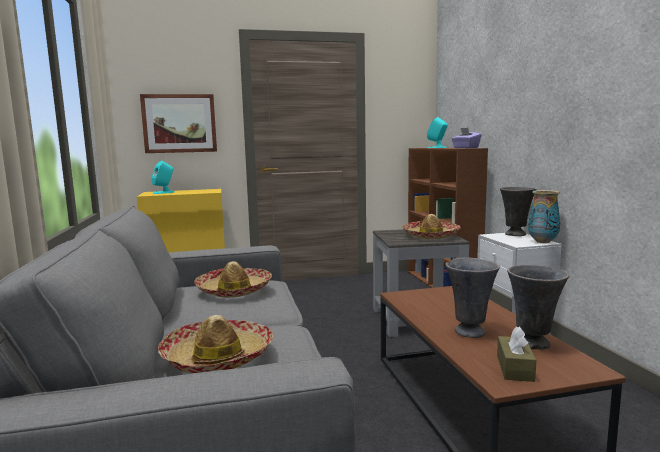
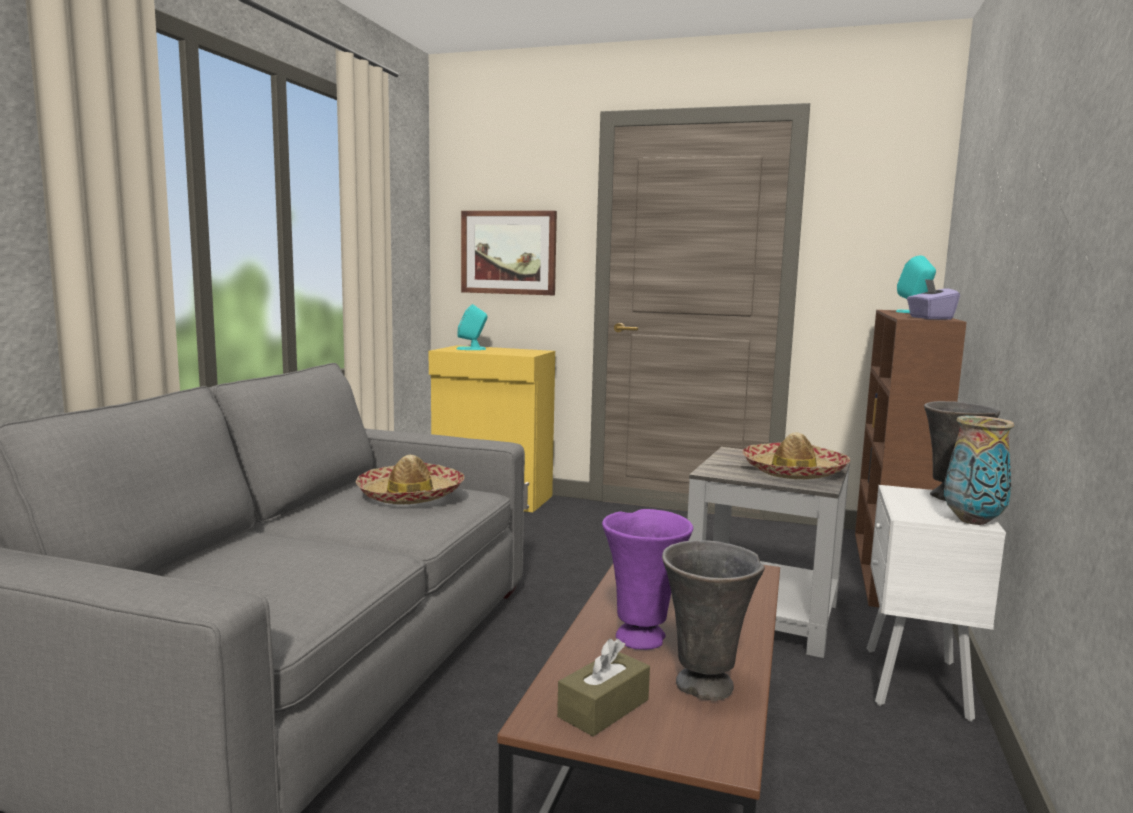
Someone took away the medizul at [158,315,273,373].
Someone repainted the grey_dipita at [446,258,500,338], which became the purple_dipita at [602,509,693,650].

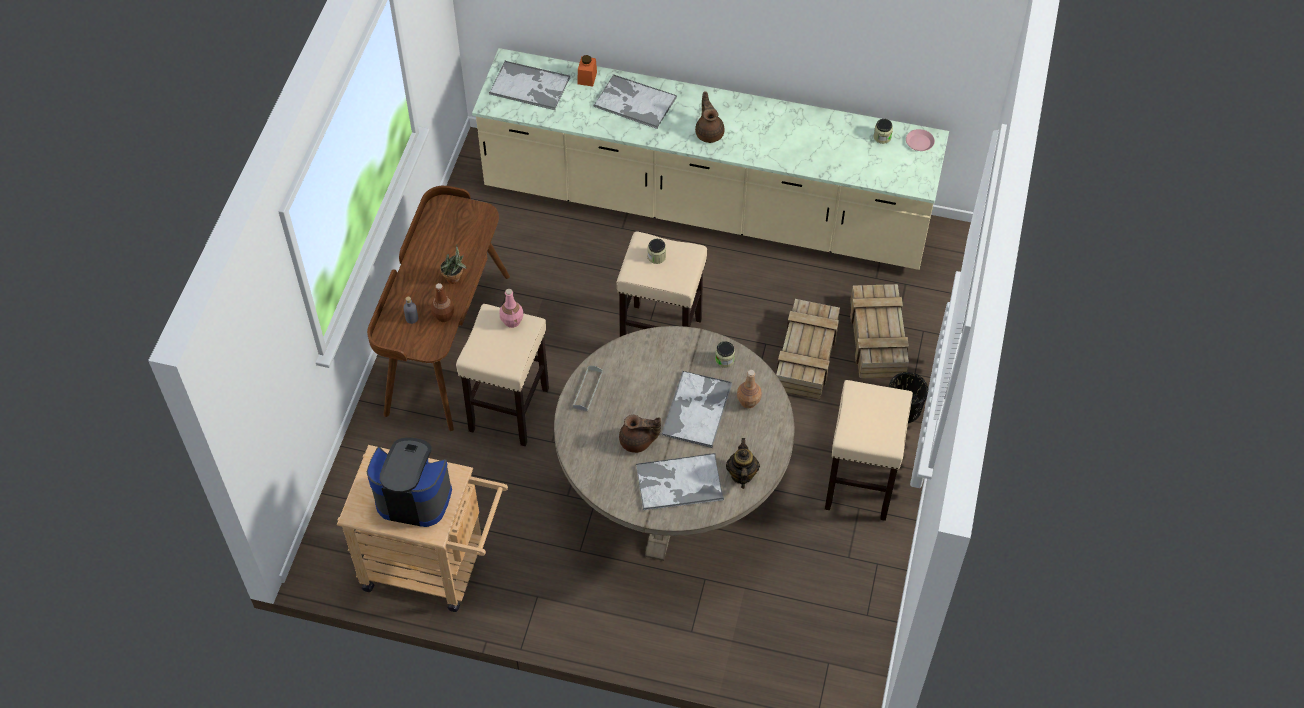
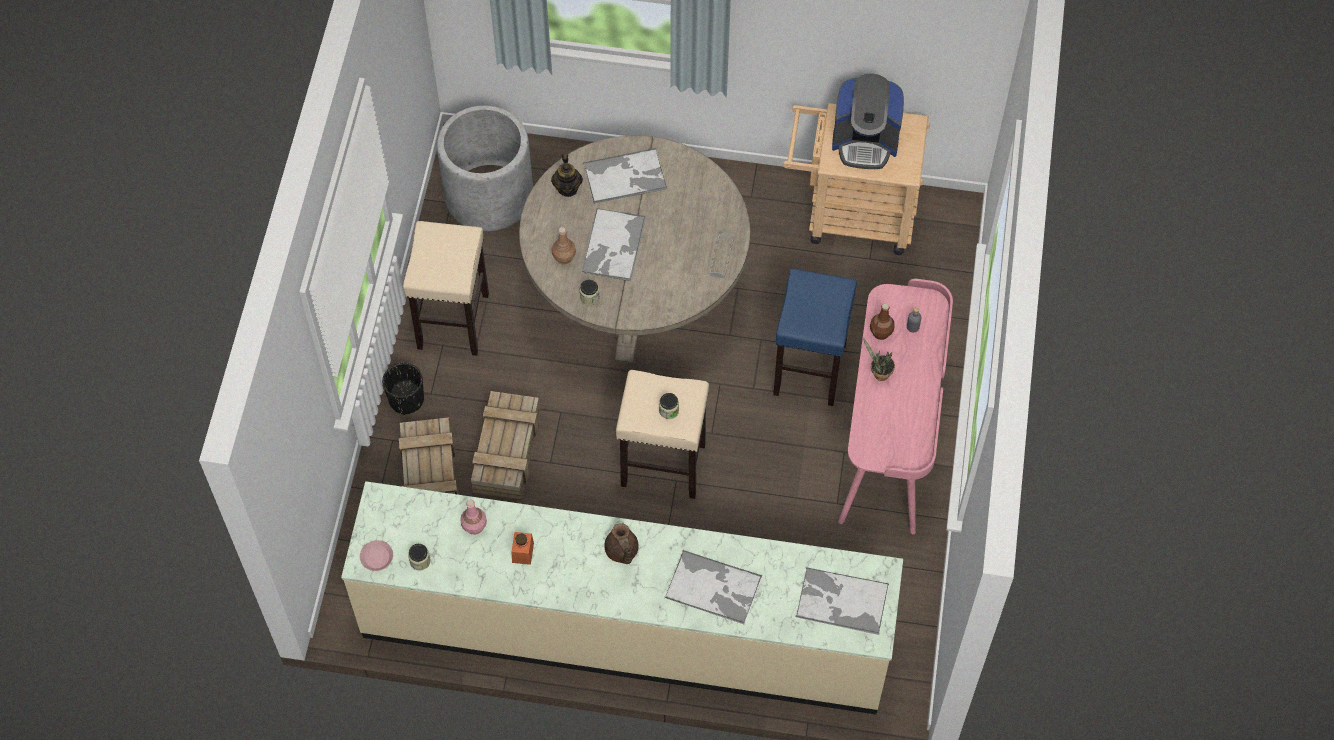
Someone repainted the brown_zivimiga at [367,186,510,431], which became the pink_zivimiga at [838,279,953,535].
Someone repainted the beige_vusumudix at [456,304,549,446], which became the blue_vusumudix at [773,268,857,406].
Someone carried the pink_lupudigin from [499,289,523,328] to [461,500,487,535].
Someone carried the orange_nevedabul from [578,55,597,87] to [512,532,534,565].
Someone took away the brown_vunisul at [619,415,661,453].
Someone put down the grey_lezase at [437,106,533,231].

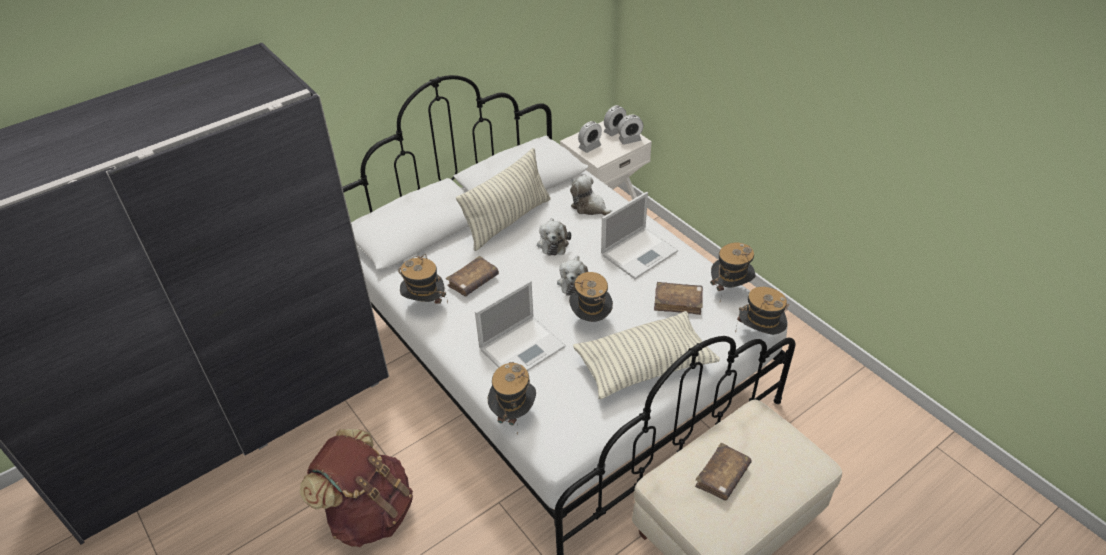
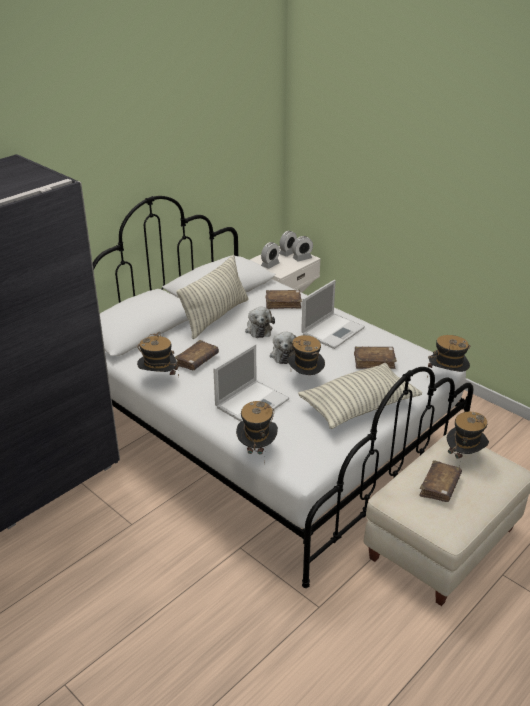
Someone took away the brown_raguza at [300,429,413,548].
Someone swapped the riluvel at [570,175,613,215] for the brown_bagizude at [266,290,302,309].
Someone carried the medizul from [710,243,756,301] to [447,412,489,468].

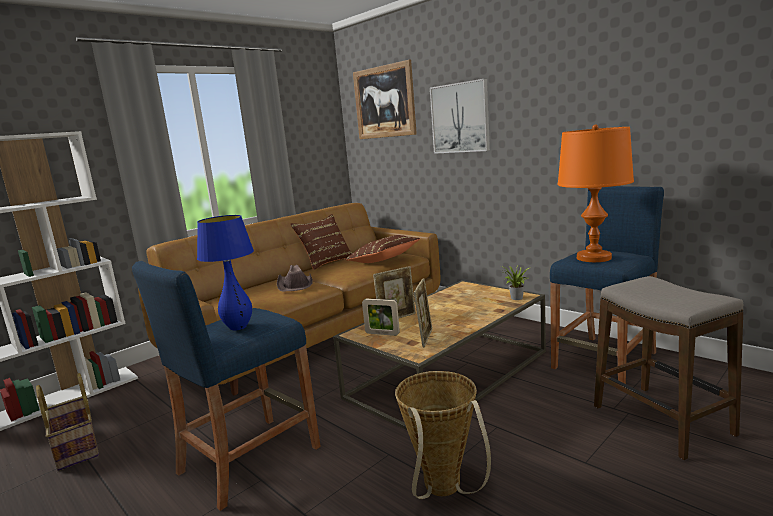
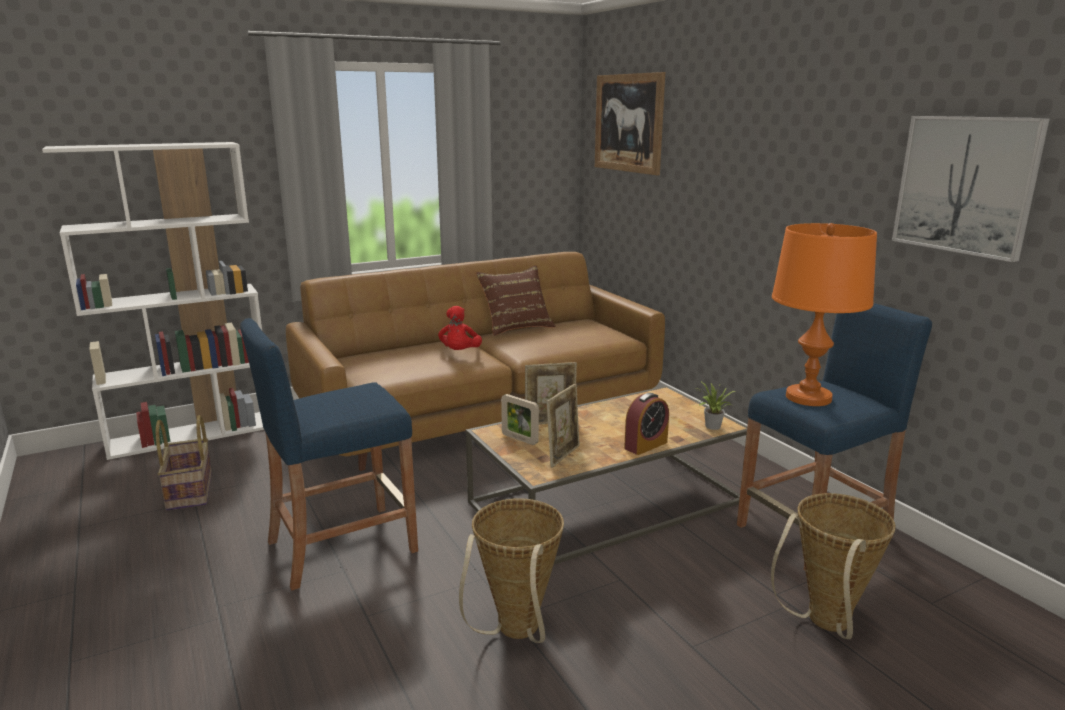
Someone took away the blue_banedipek at [197,215,254,331].
Someone swapped the brown_medizul at [277,265,313,291] for the red_riluvel at [438,306,482,350].
Someone took away the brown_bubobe at [345,235,420,263].
Someone carried the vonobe from [430,79,490,154] to [892,116,1050,262].
Someone swapped the vusumudix at [594,276,743,460] for the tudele at [771,493,896,639].
Someone put down the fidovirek at [624,393,669,455].

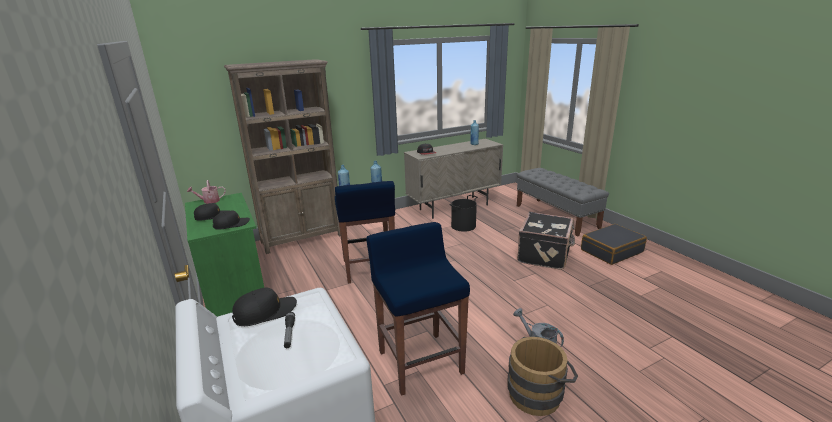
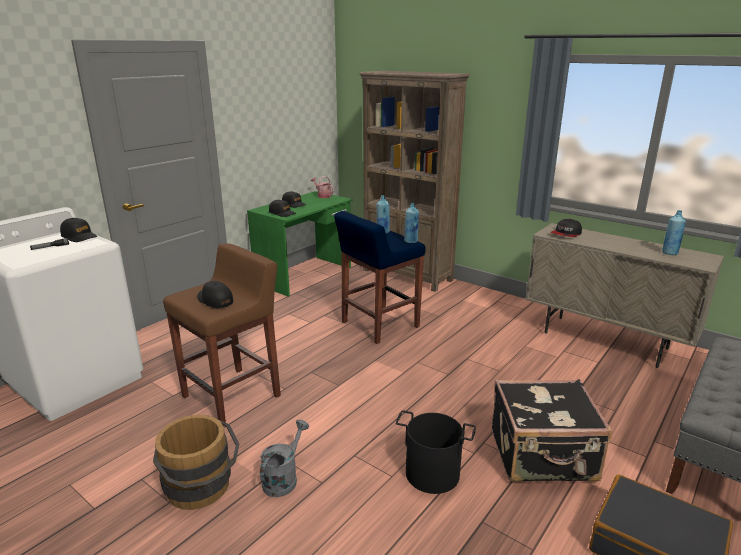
Someone repainted the blue_vusumudix at [366,222,470,396], which became the brown_vusumudix at [163,243,281,426].
Someone carried the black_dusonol from [450,195,478,232] to [396,410,476,494].
Someone put down the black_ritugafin at [197,281,234,308].

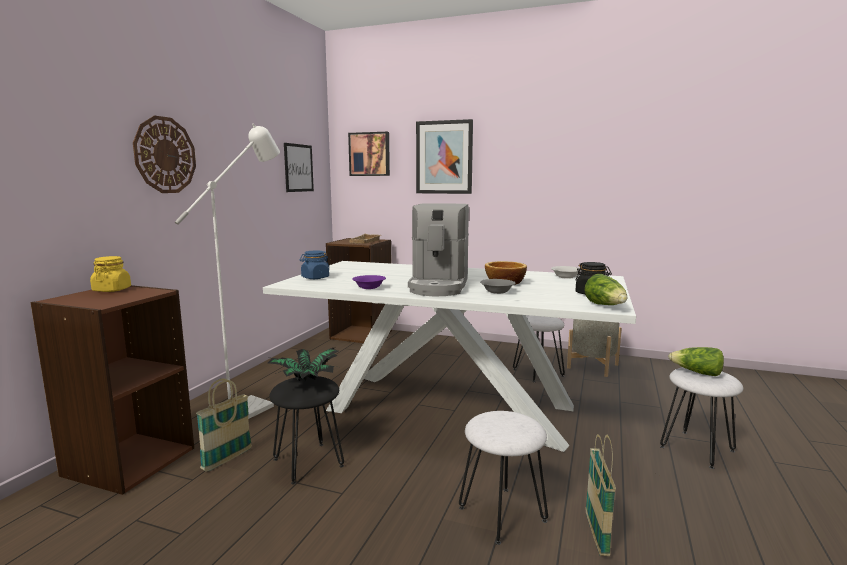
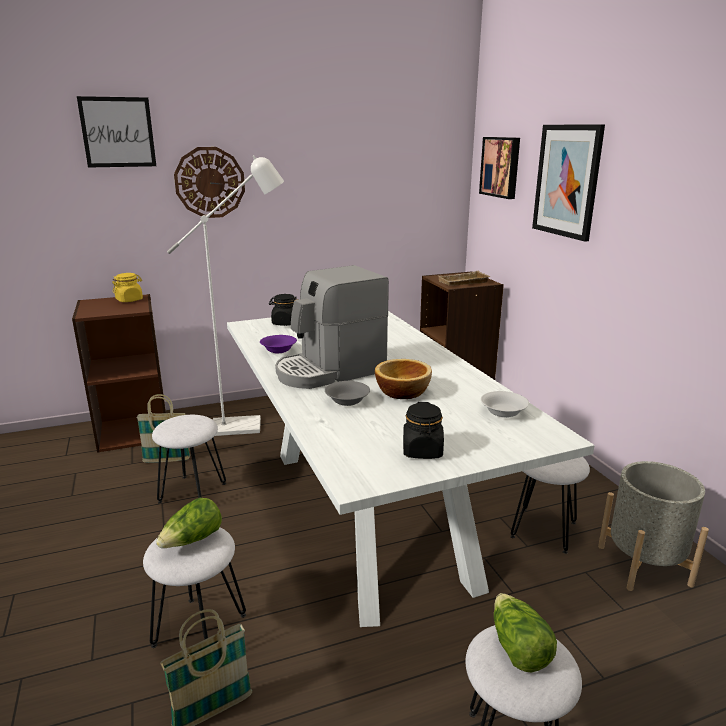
Someone took away the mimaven at [268,348,339,381].
Someone repainted the black_vusumudix at [269,376,344,485], which became the white_vusumudix at [152,415,226,503].
Someone carried the vonobe from [284,143,314,192] to [77,96,156,168].
Someone repainted the blue_nevedabul at [300,250,329,279], which became the black_nevedabul at [269,294,298,326].
Someone carried the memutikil from [584,274,627,305] to [156,498,222,548].

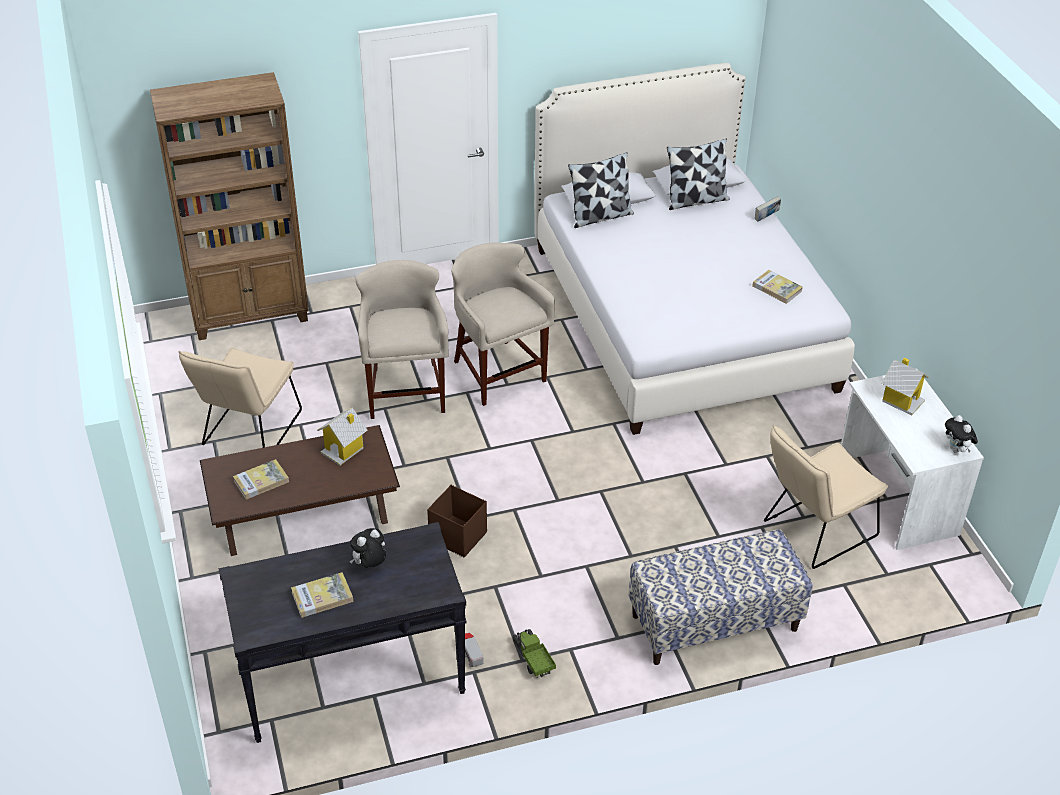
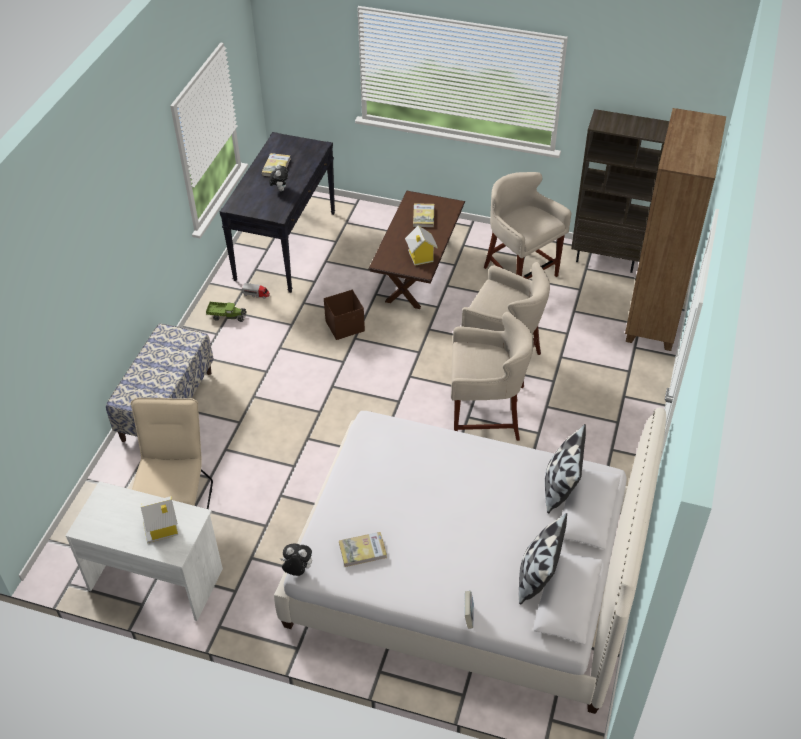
Someone swapped the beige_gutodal at [178,348,302,448] for the beige_vusumudix at [484,172,571,279].
Someone carried the riluvel from [945,415,978,453] to [280,544,312,576].
Someone put down the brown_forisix at [571,109,670,273].

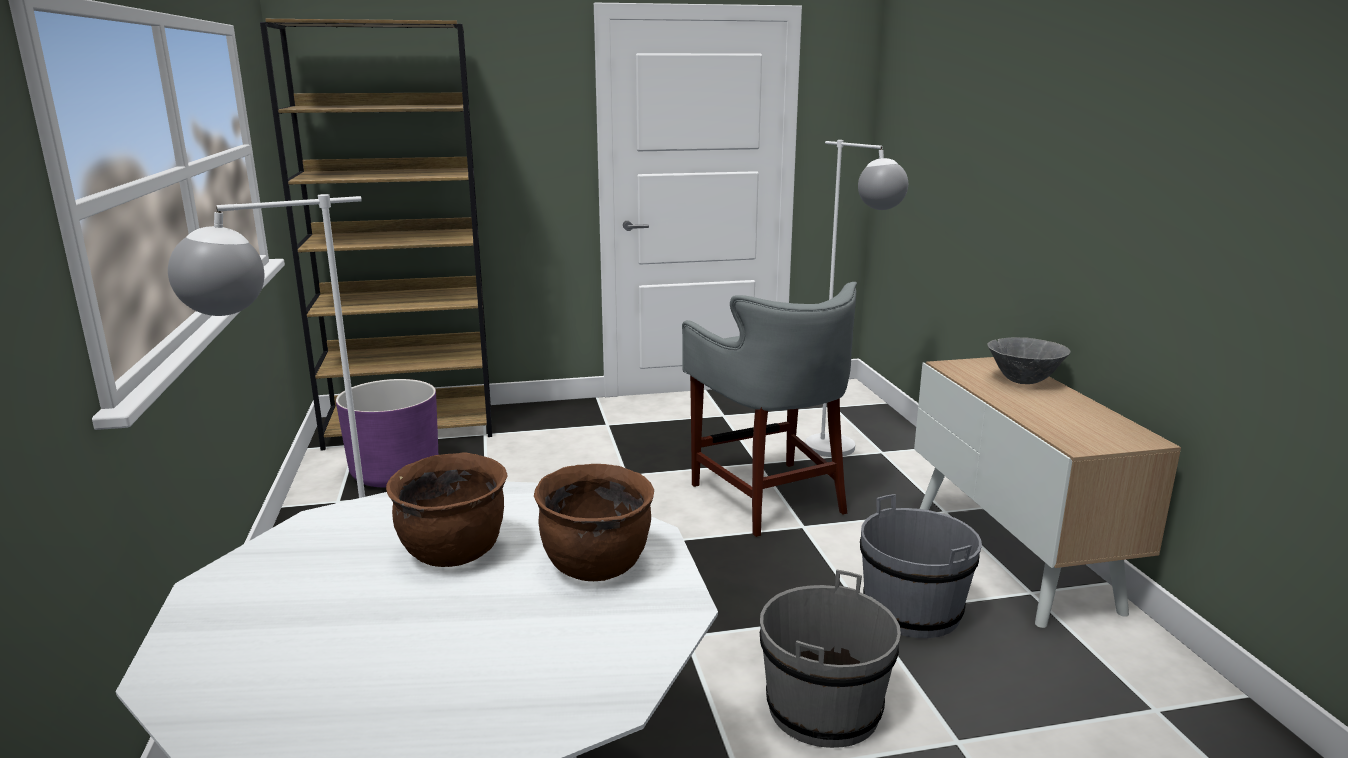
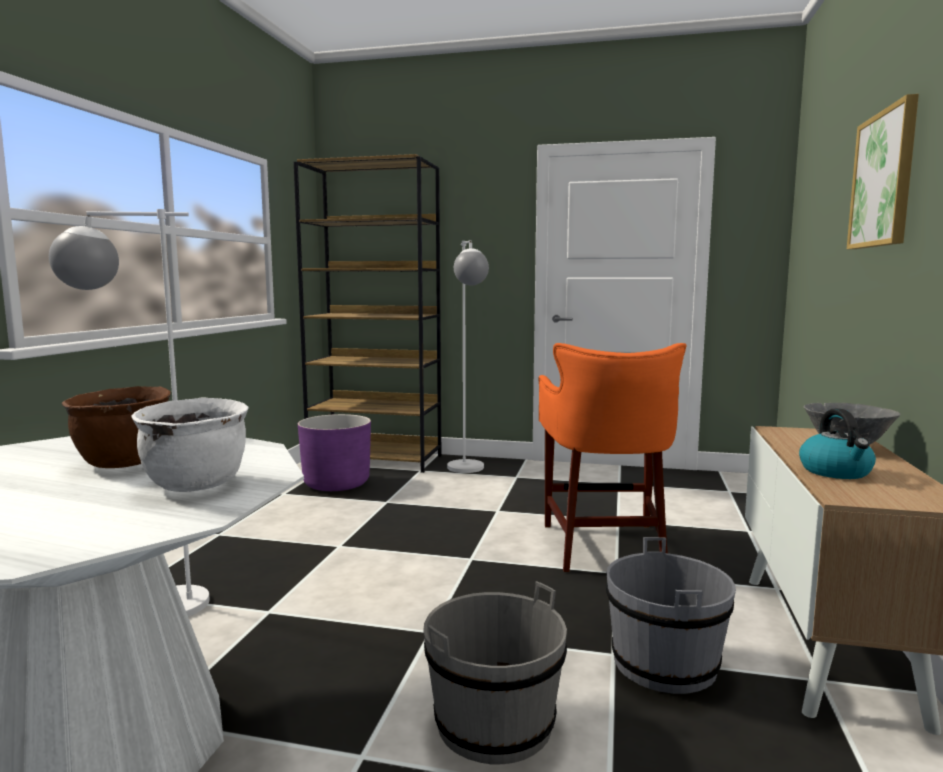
Someone repainted the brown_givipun at [534,464,654,581], which became the white_givipun at [131,397,249,492].
Someone repainted the grey_vusumudix at [682,282,857,537], which became the orange_vusumudix at [538,343,687,572].
Someone carried the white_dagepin from [805,140,908,457] to [447,240,489,473].
Someone put down the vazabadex at [799,409,876,479].
Someone put up the vonobe at [847,94,919,249].

